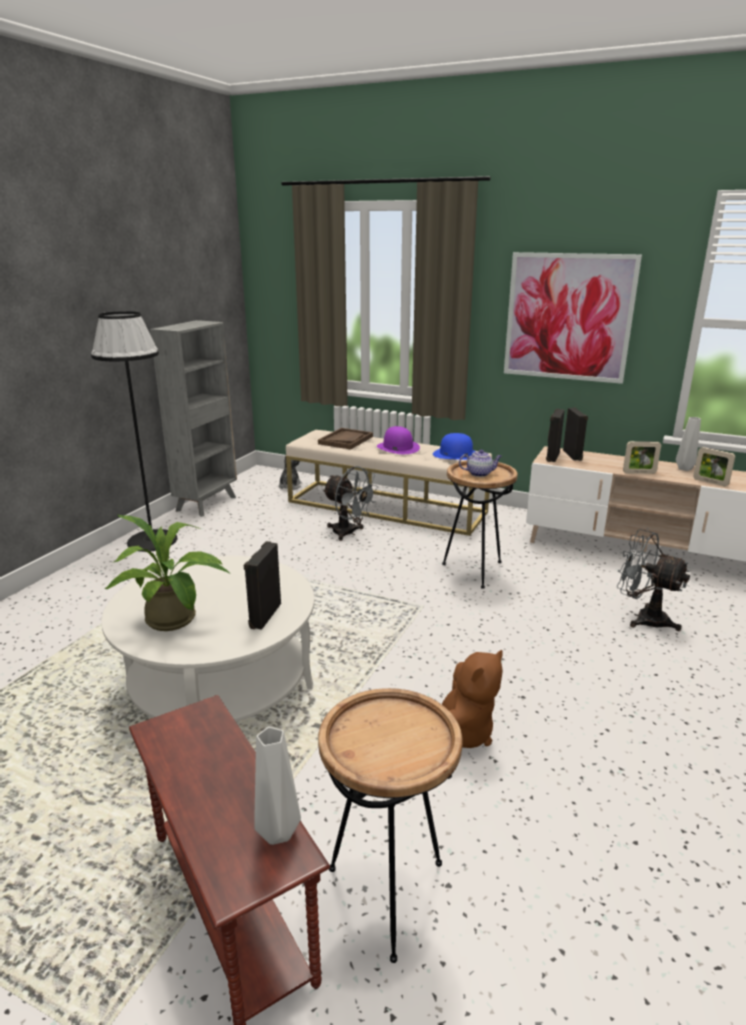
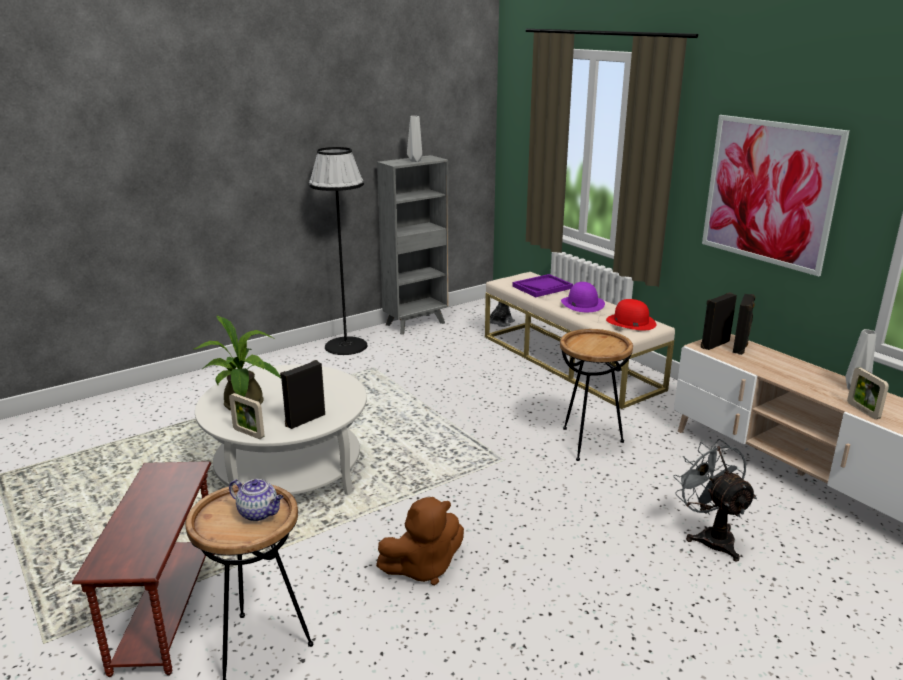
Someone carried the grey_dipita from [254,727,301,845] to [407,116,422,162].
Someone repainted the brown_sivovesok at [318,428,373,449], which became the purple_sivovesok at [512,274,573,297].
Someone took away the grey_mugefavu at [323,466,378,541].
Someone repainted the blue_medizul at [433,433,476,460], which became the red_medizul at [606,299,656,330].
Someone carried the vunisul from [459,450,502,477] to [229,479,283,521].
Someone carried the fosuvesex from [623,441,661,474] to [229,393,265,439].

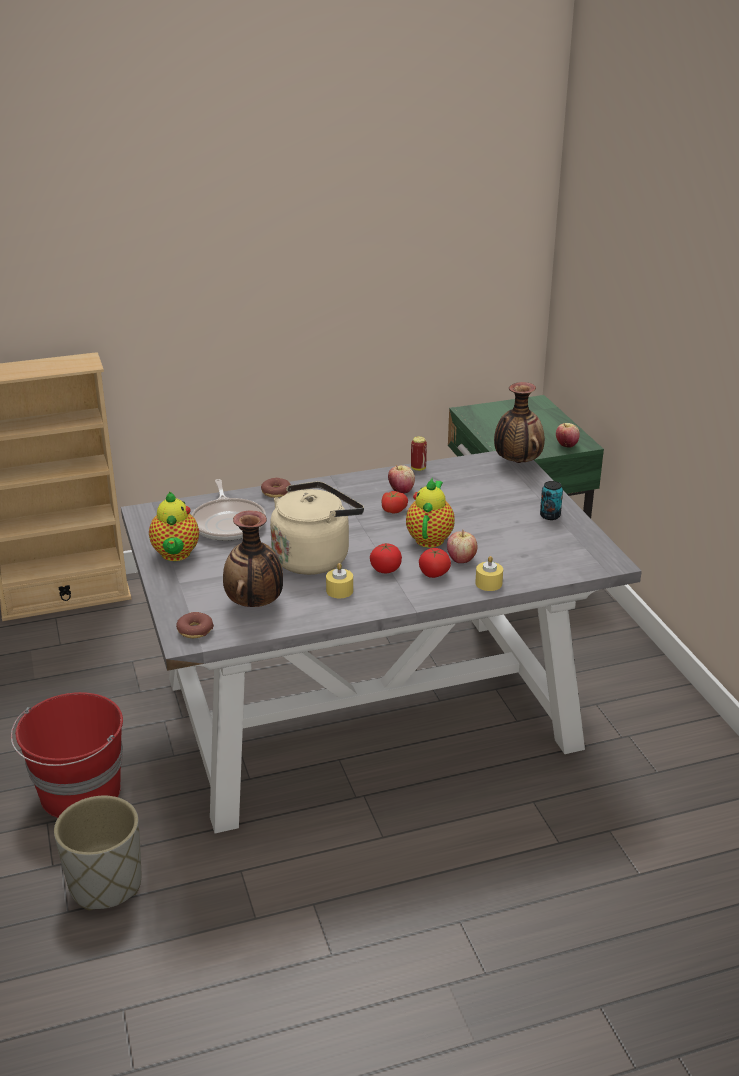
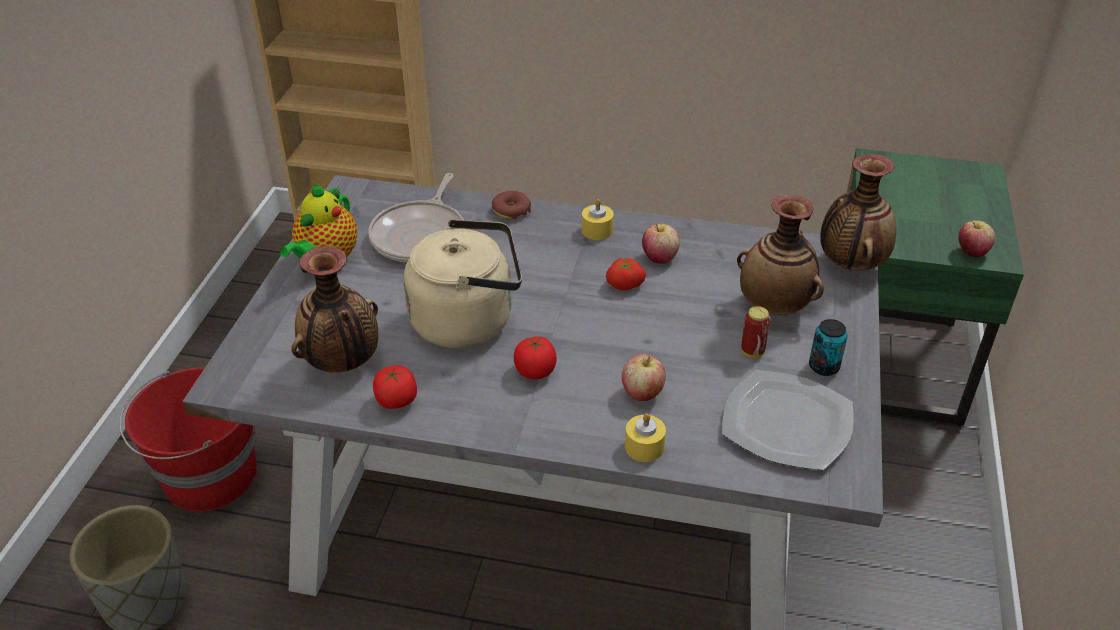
Someone took away the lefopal at [176,612,214,638].
Someone carried the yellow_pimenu from [326,563,353,598] to [582,199,614,240].
Someone took away the vunisul at [406,478,455,548].
Someone carried the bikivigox from [411,436,427,471] to [741,306,771,358].
Someone carried the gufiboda from [419,548,451,578] to [373,365,417,409].
Someone put down the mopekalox at [722,370,854,470].
Someone put down the dipita at [737,195,824,315].

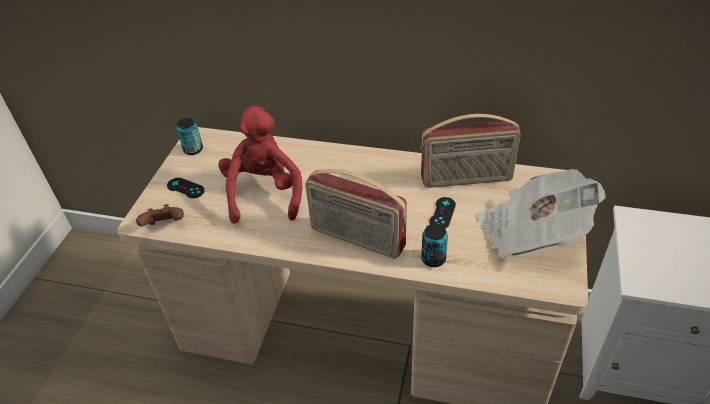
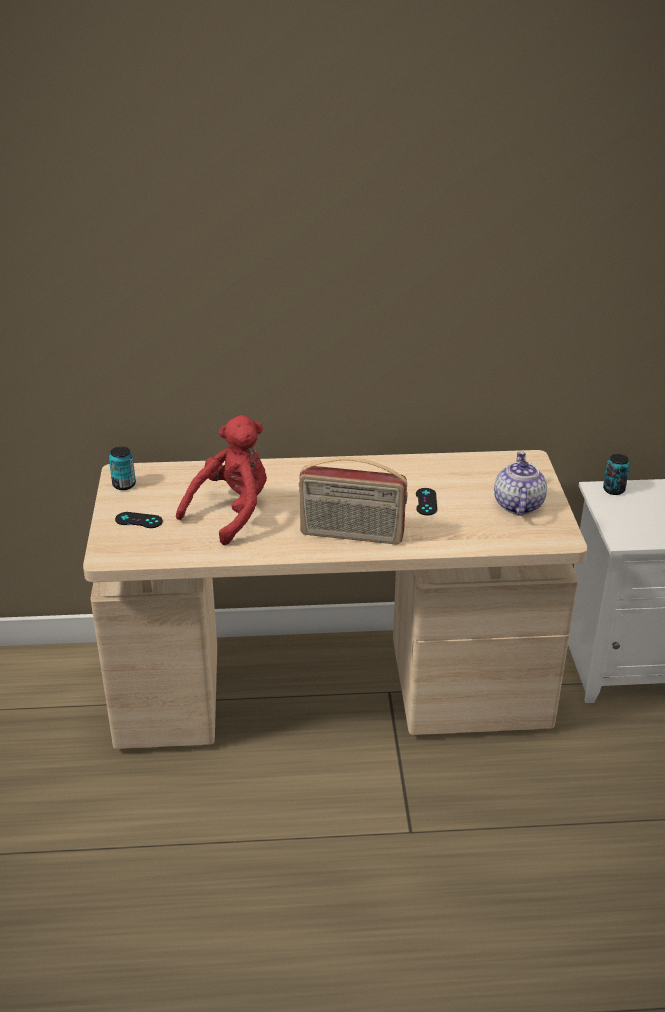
Someone took away the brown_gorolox at [136,204,184,226].
Someone rotated the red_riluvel at [218,106,302,224] by 60 degrees clockwise.
Someone took away the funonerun at [421,114,521,188].
Someone carried the bikivigox from [421,223,448,267] to [603,454,630,495].
Someone swapped the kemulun at [477,169,606,258] for the vunisul at [494,451,547,516].

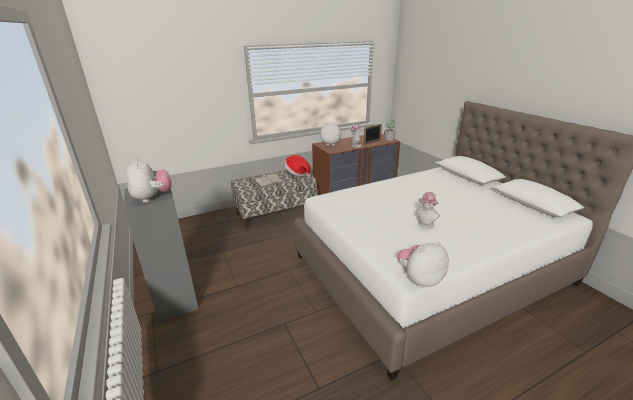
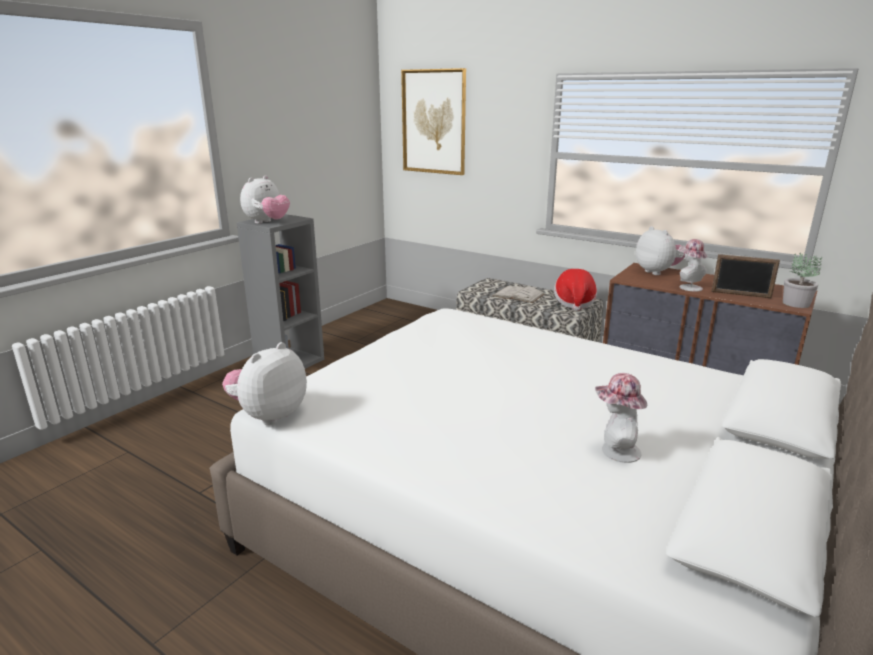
Someone rotated the riluvel at [397,242,449,288] by 90 degrees counterclockwise.
Someone carried the medizul from [416,192,440,228] to [595,373,647,463].
Someone put up the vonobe at [401,68,466,175].

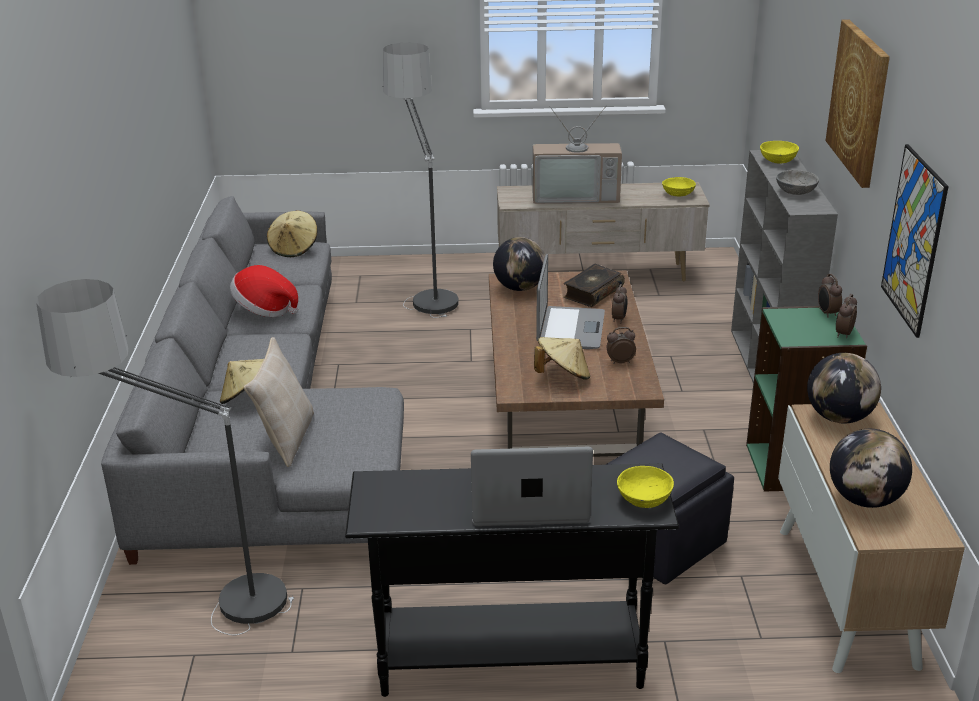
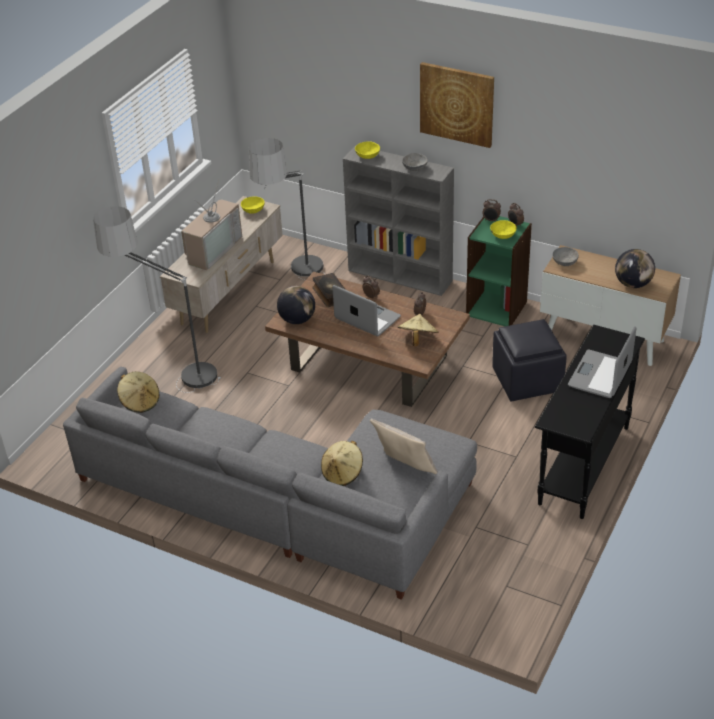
Someone carried the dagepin from [36,279,294,635] to [249,138,325,281].
Someone took away the medizul at [230,265,298,317].
Someone carried the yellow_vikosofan from [617,466,674,508] to [490,220,517,239].
Someone swapped the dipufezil at [807,353,881,424] for the grey_vikosofan at [552,247,579,266].
Someone took away the vonobe at [881,144,949,338].

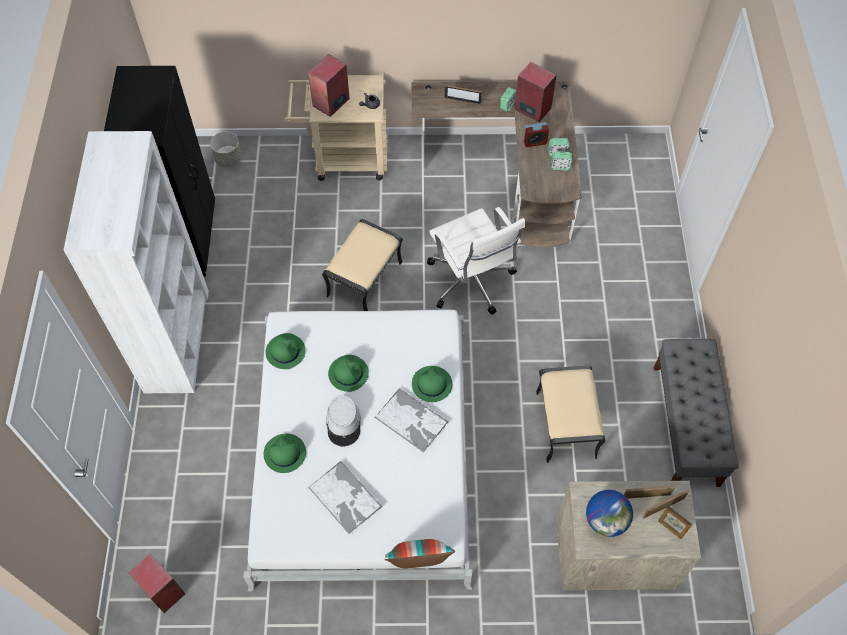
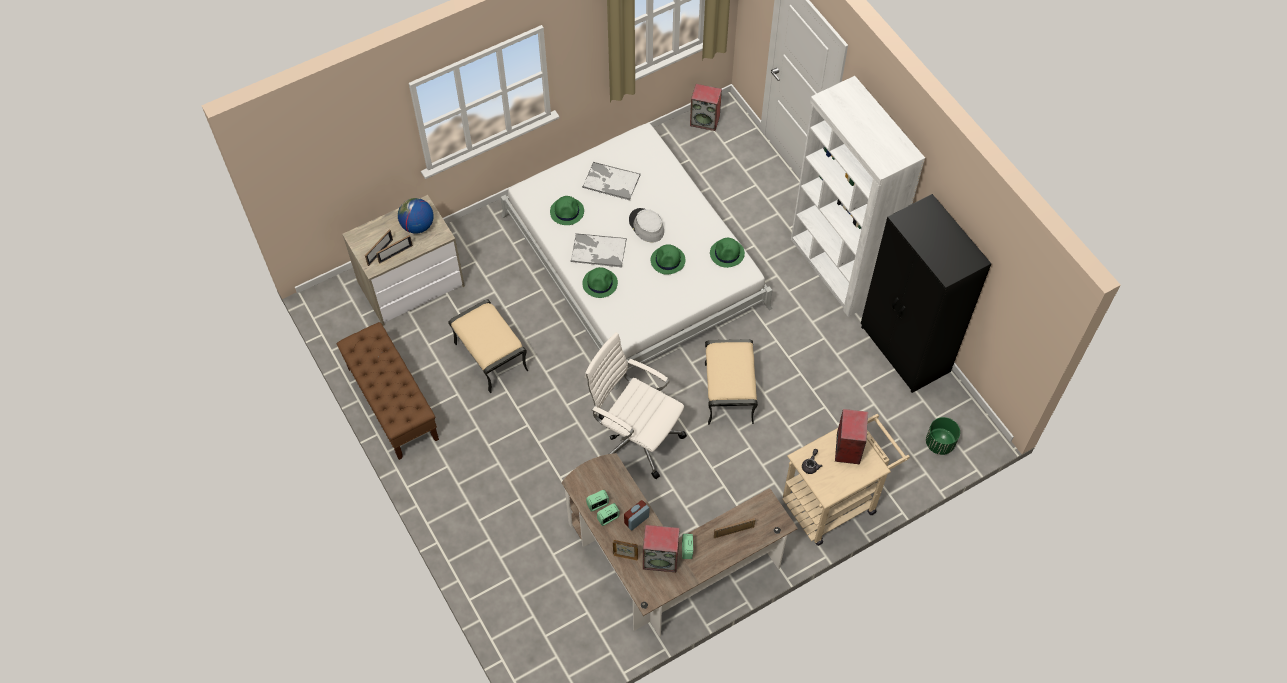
Someone repainted the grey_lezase at [210,131,242,167], which became the green_lezase at [926,417,960,455].
Someone carried the green_medizul from [264,434,306,473] to [550,196,584,225].
Someone took away the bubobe at [384,539,455,568].
Someone repainted the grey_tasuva at [654,339,739,487], which became the brown_tasuva at [337,322,439,460].
Someone carried the fosuvesex from [658,506,692,539] to [613,540,638,561].

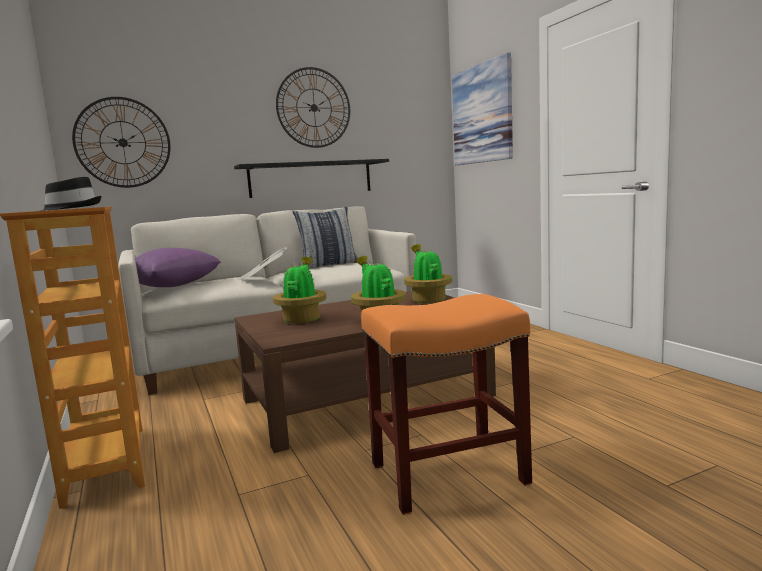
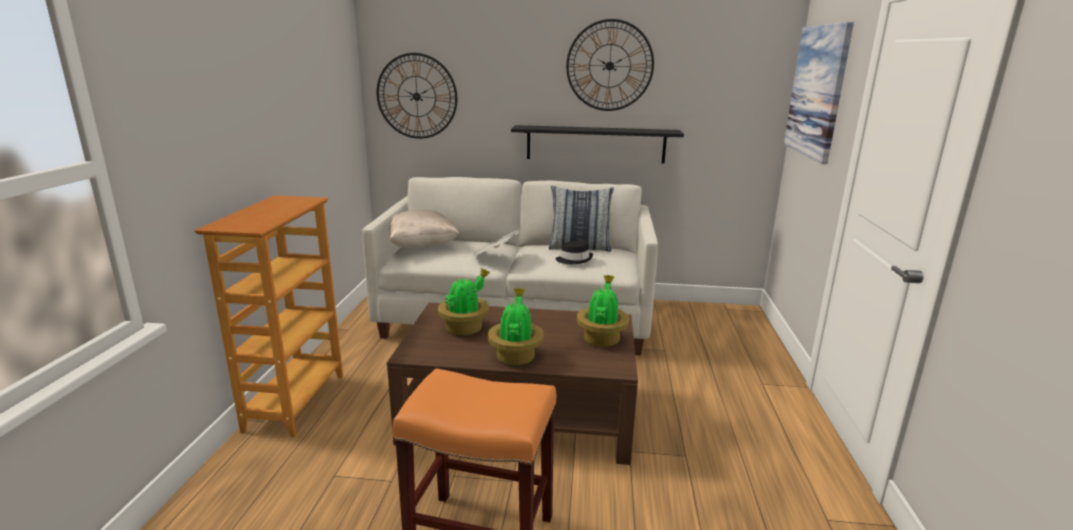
Someone carried the black_medizul from [40,177,102,211] to [556,241,593,264].
Someone repainted the purple_bubobe at [134,248,221,287], which became the beige_bubobe at [389,210,460,248].

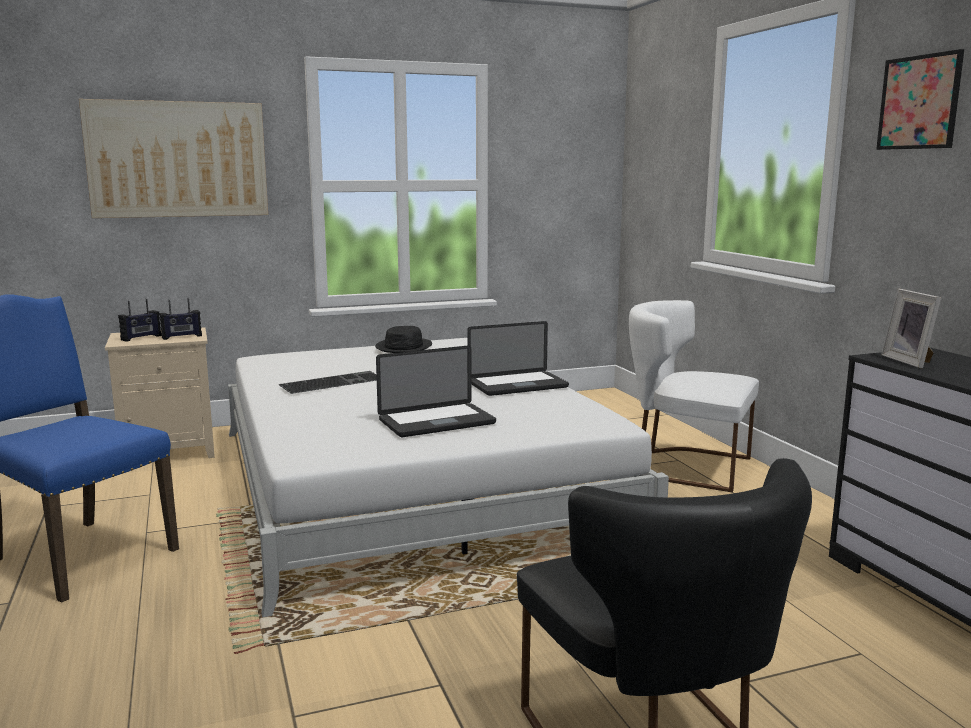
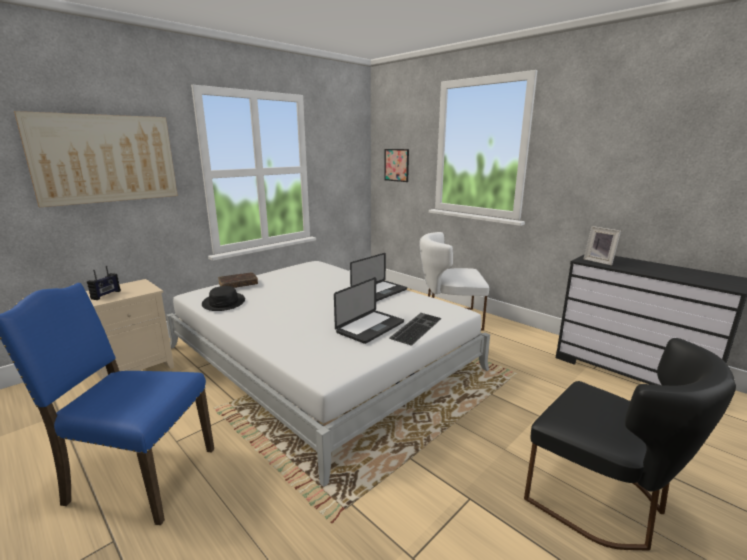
Someone took away the funonerun at [160,298,202,340].
Someone carried the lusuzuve from [279,371,377,394] to [389,313,442,346].
Someone carried the black_medizul from [375,326,432,353] to [202,286,245,311].
Someone carried the vonobe from [876,49,964,150] to [384,149,409,182].
Someone put down the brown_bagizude at [218,272,258,288].

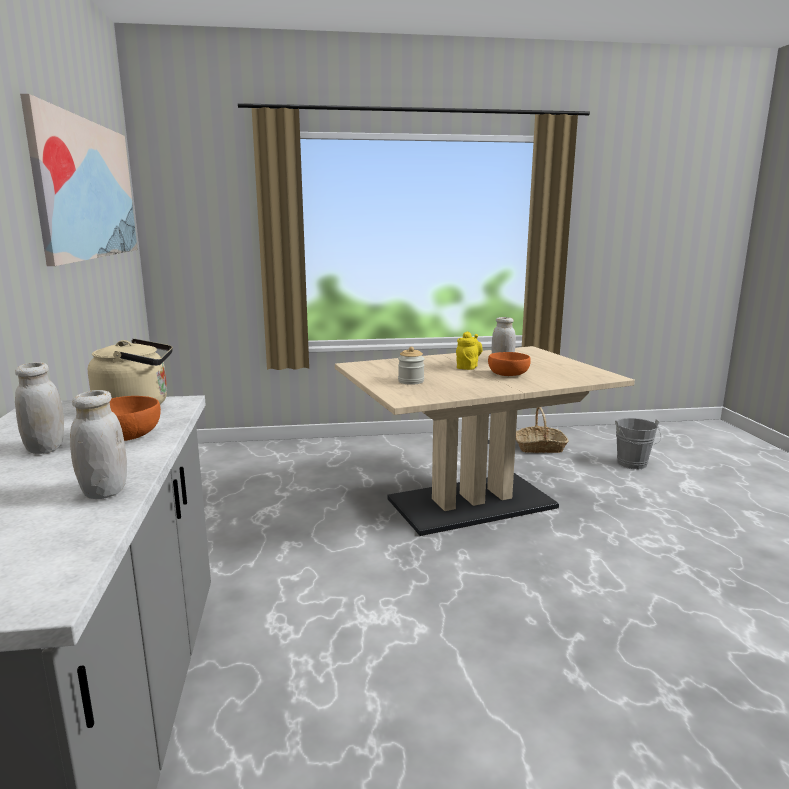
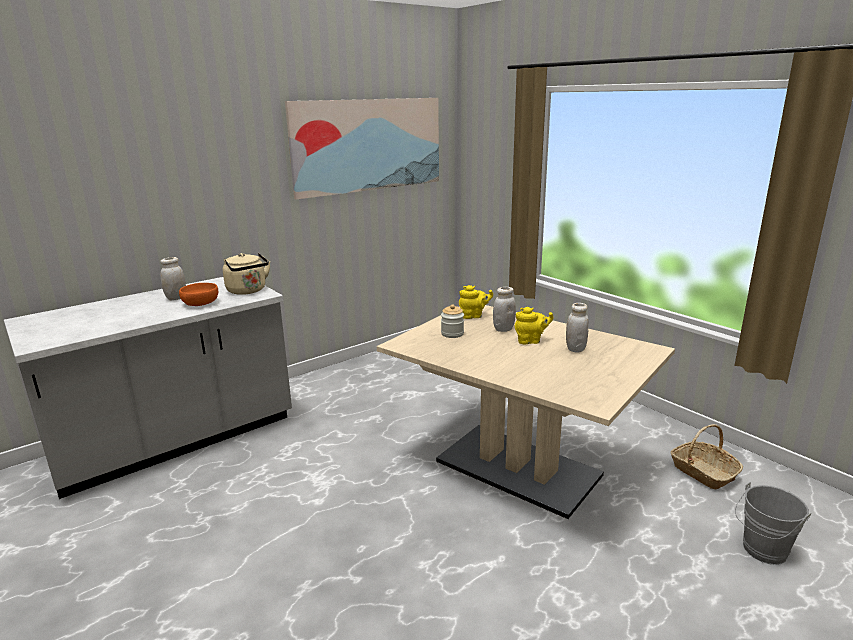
Someone carried the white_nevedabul from [70,390,127,499] to [493,287,516,332].
Someone took away the orange_vikosofan at [488,352,531,376].
Someone put down the yellow_vunisul at [459,285,493,319].

